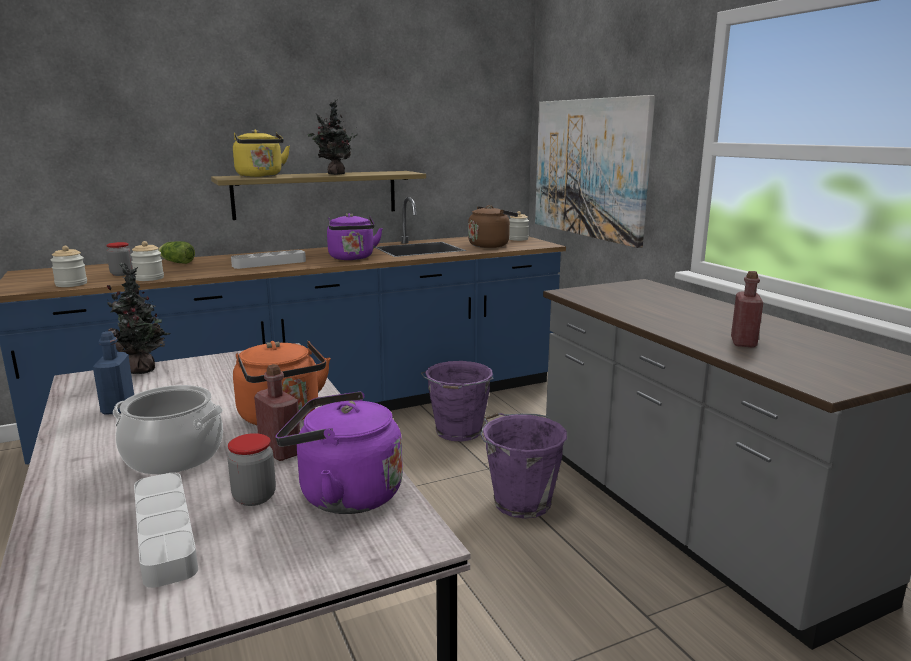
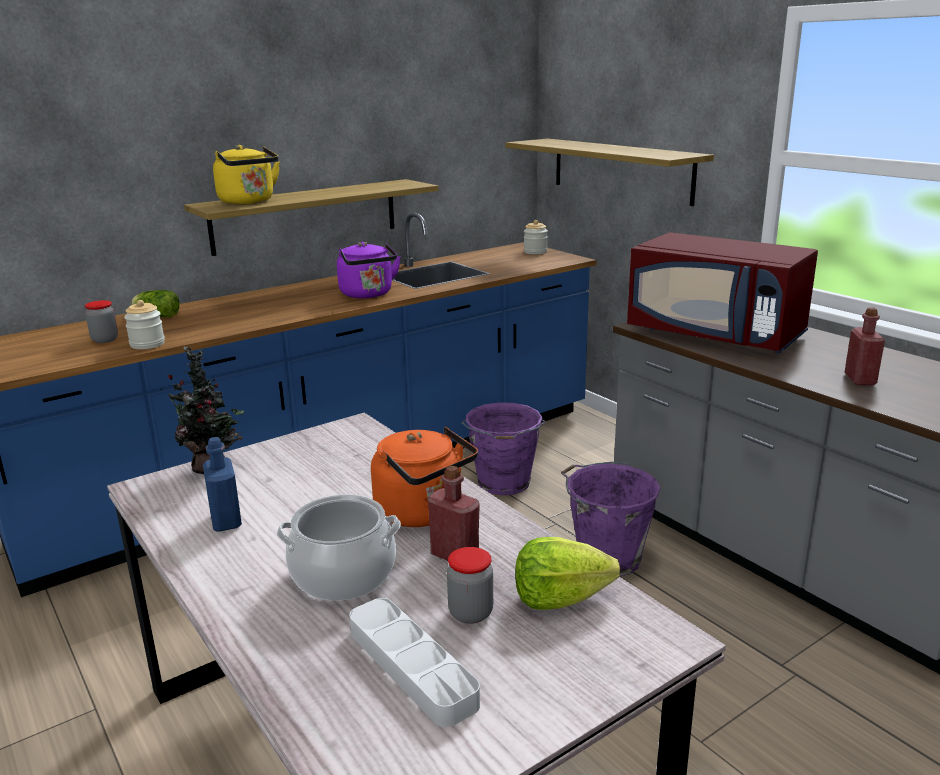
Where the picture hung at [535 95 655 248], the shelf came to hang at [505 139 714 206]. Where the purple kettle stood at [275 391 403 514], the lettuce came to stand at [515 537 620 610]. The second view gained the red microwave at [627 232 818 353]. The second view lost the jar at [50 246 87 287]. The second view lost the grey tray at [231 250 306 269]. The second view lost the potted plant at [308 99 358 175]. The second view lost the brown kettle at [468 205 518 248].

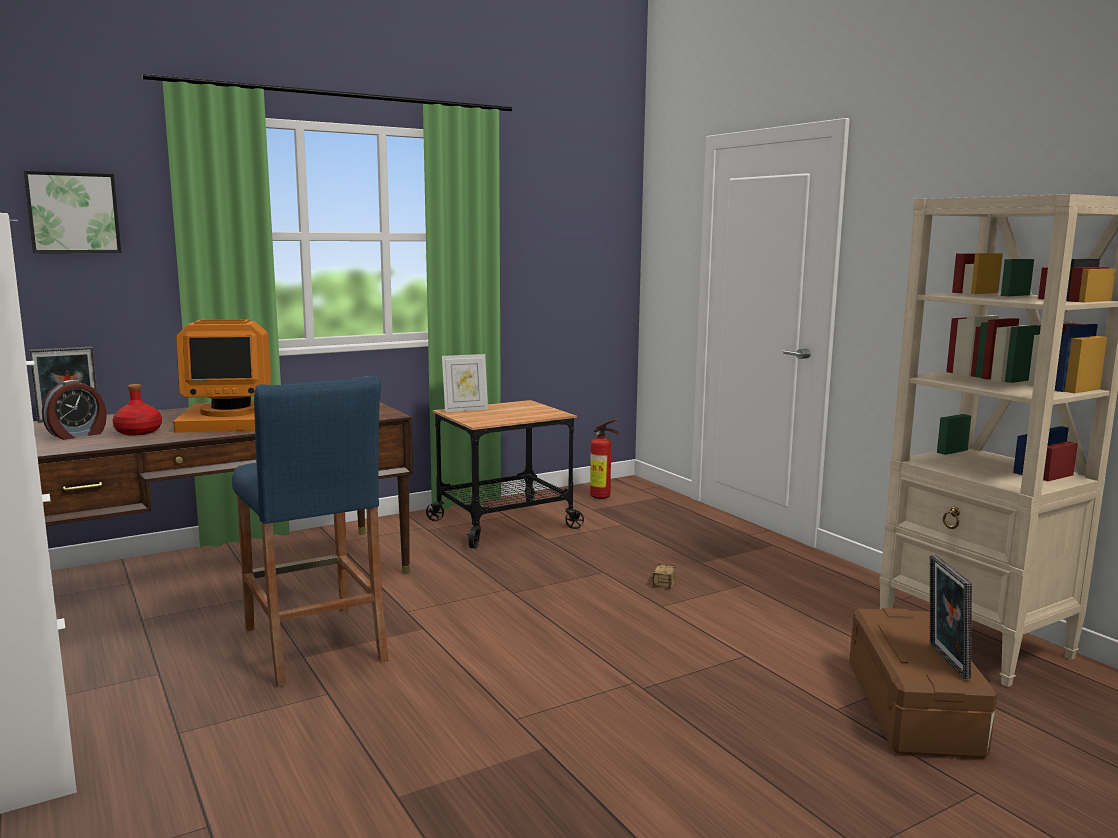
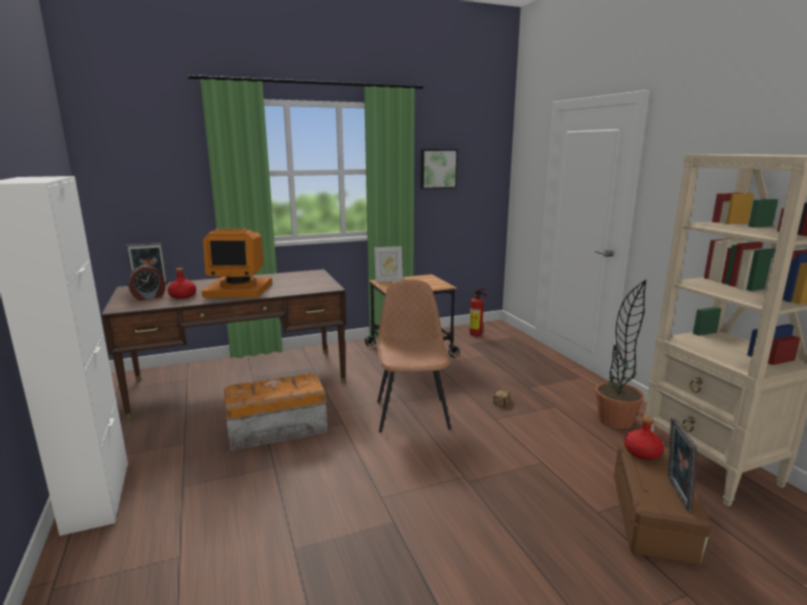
Where the blue stool stood at [232 376 388 687], the storage box came to stand at [224 373 328 451]. The second view gained the brown chair at [377 280 451 433]. The picture ended up elsewhere, having gone from [24 171 121 253] to [421 149 458 189]. The second view gained the potted plant at [596 280 646 429]. The second view gained the red bottle at [624 417 664 460].

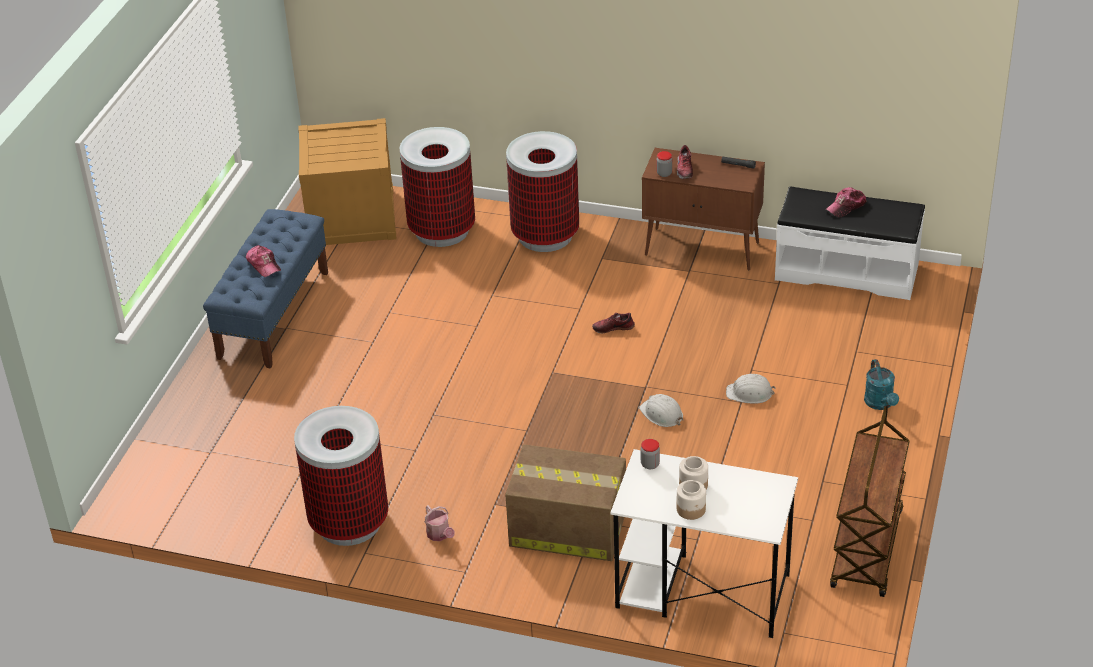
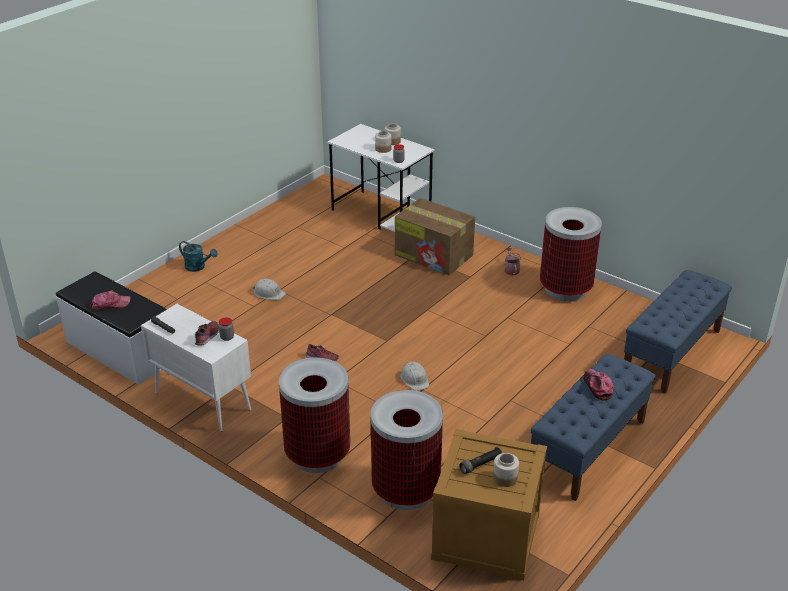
What was the brown cabinet at [642 148 765 271] turned into the white cabinet at [141 304 251 432]. The turquoise watering can at [864 359 899 410] ended up facing another way, 105 degrees clockwise from before. The white hard hat ended up elsewhere, having gone from [639 394 683 427] to [400 362 429 391]. The second view gained the black flashlight at [459 447 502 474]. The second view gained the jar at [493 453 519 487]. The second view gained the blue bench at [624 270 732 394]. The second view lost the brown cart at [830 406 910 597].

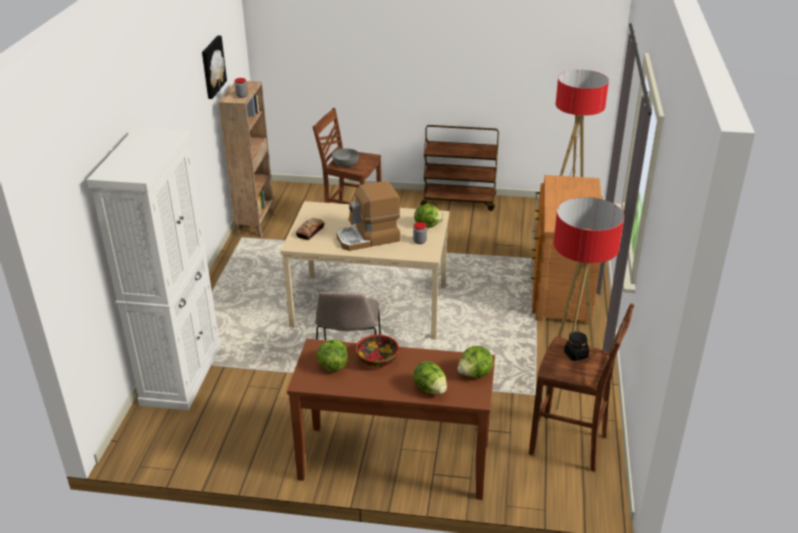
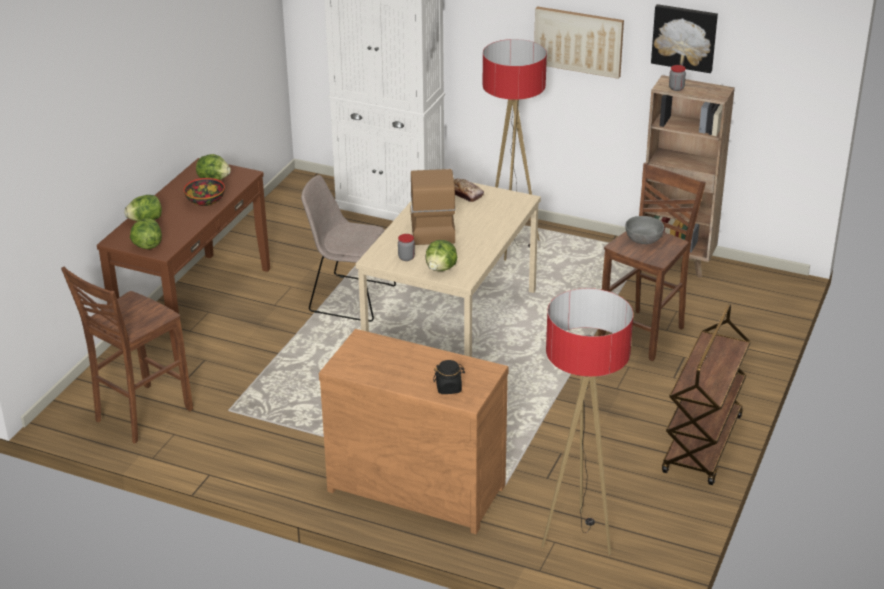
The black jar ended up elsewhere, having gone from [564 331 589 361] to [433 360 465 394]. The floor lamp ended up elsewhere, having gone from [553 197 624 410] to [483 39 547 261]. The second view gained the picture at [534 6 624 79].

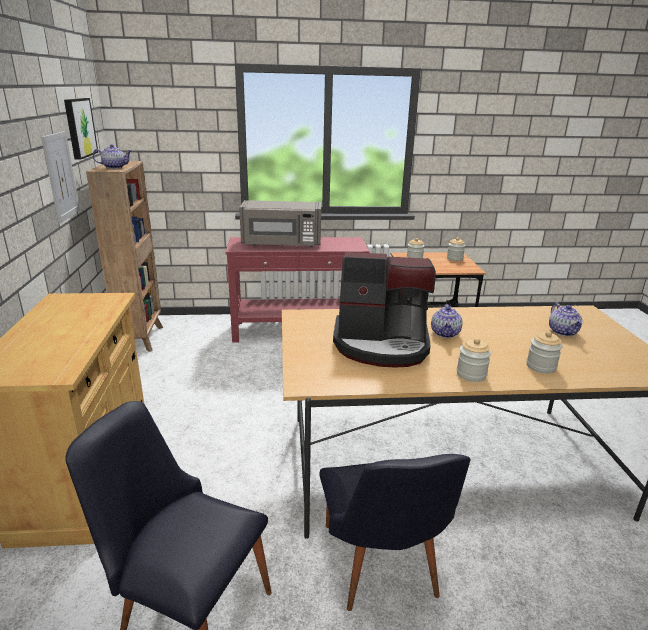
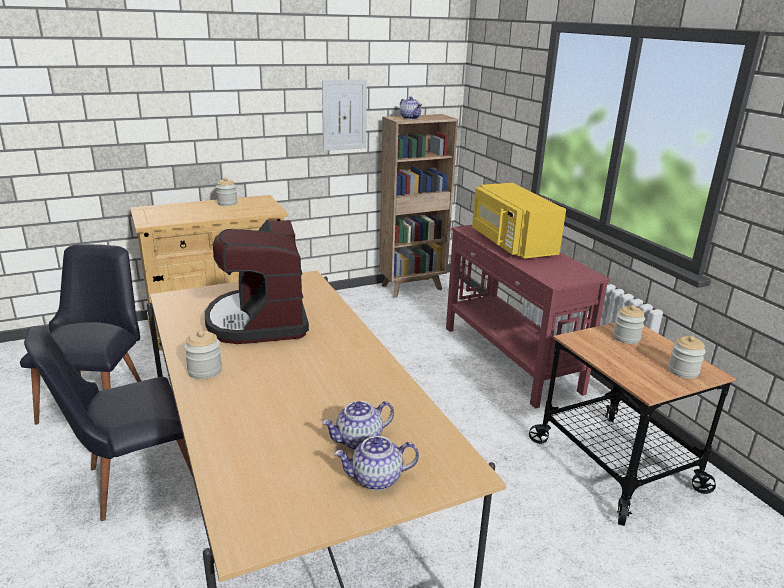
The jar ended up elsewhere, having gone from [527 331 562 374] to [216 177 237 206]. The teapot ended up elsewhere, having gone from [431 304 463 338] to [334 436 419 491]. What was the grey microwave at [239 200 321 247] turned into the yellow microwave at [472 183 566 258]. The second view lost the picture at [64 98 98 160].

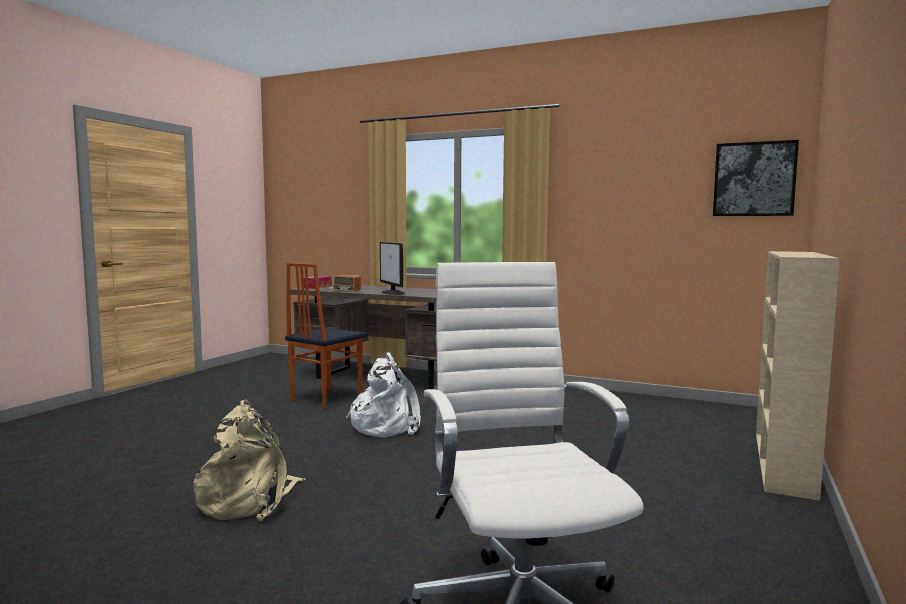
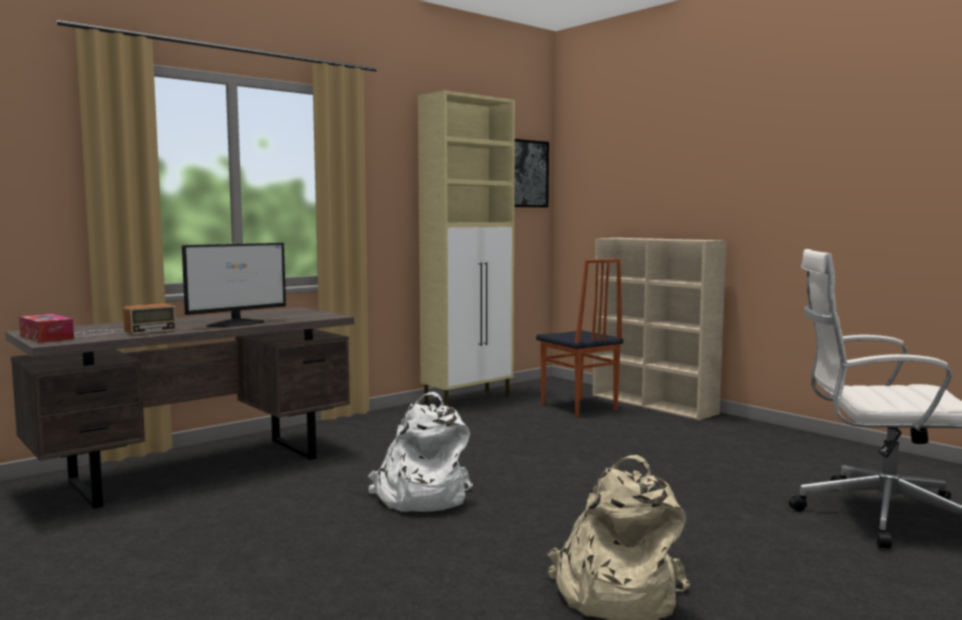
The monitor at [380 242 405 295] ended up facing another way, 45 degrees counterclockwise from before. The second view gained the beige cabinet at [418 90 515 406]. The chair ended up elsewhere, having gone from [285 263 367 409] to [536 259 623 417].

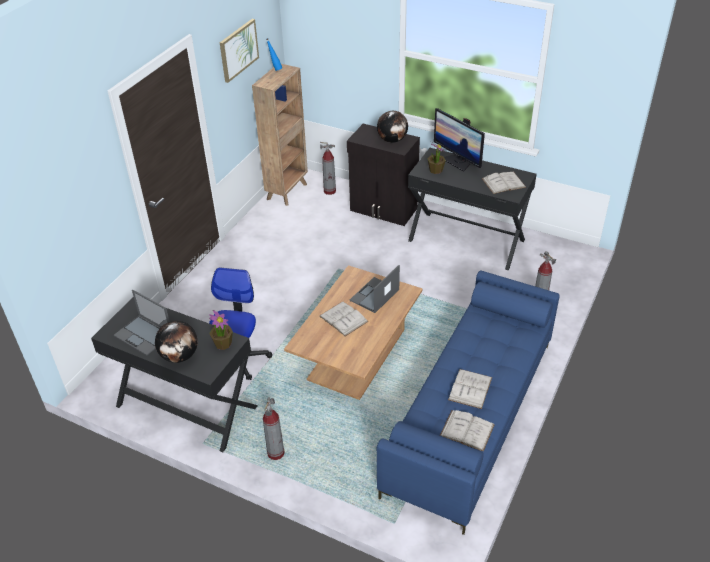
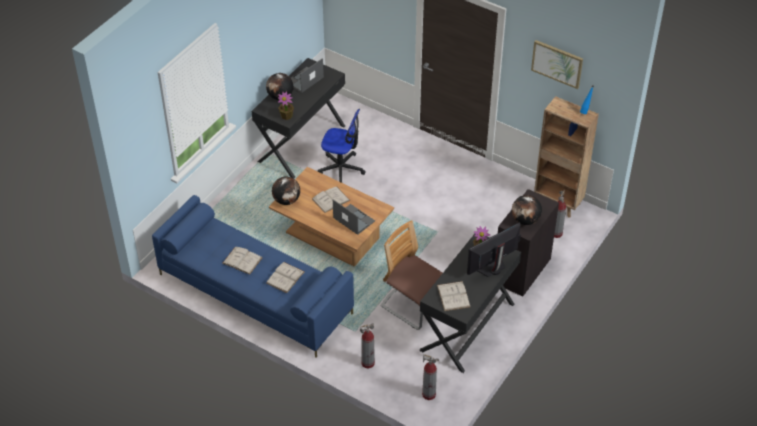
The white book ended up elsewhere, having gone from [440 410 494 452] to [266 262 305 293]. The second view gained the globe at [272 176 300 205]. The second view gained the chair at [380 220 442 330]. The fire extinguisher ended up elsewhere, having gone from [263 397 285 460] to [422 354 439 400].

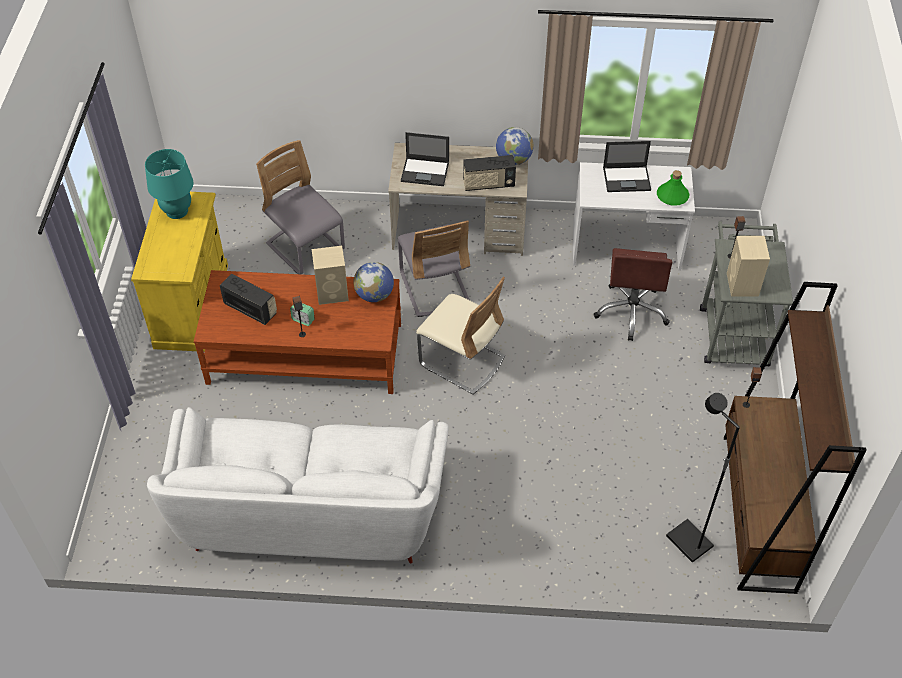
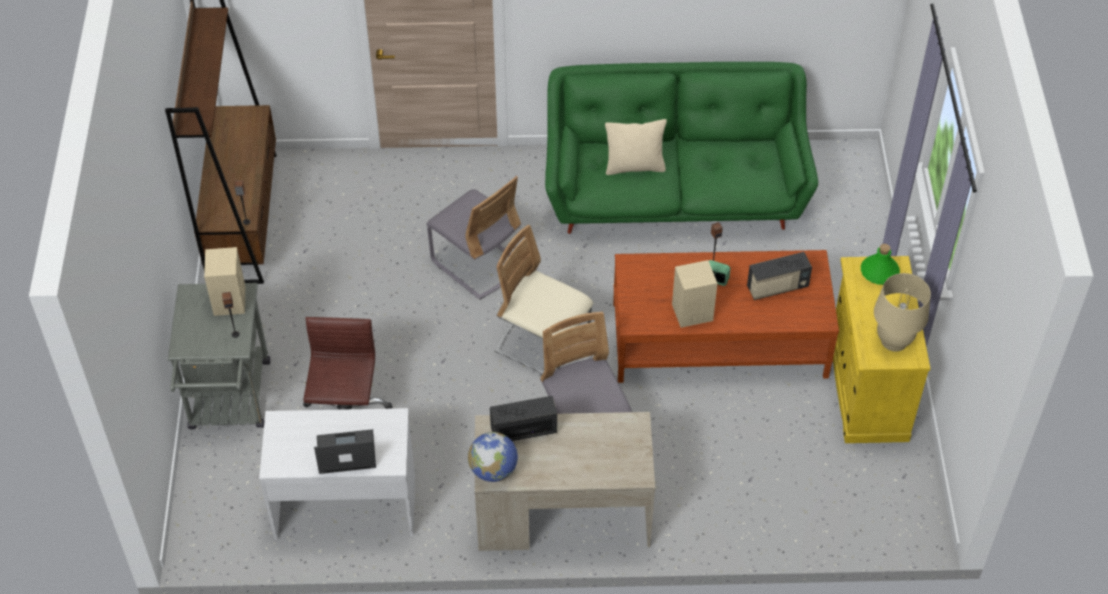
The grey chair ended up elsewhere, having gone from [256 140 345 274] to [427 176 521 300]. What was the white sofa at [147 407 449 563] turned into the green sofa at [545 62 818 234]. The second view gained the beige pillow at [605 119 667 175]. The radio at [220 273 277 325] ended up facing another way, 45 degrees counterclockwise from before. The green bottle ended up elsewhere, having gone from [657 170 689 206] to [861 244 900 285]. What was the turquoise table lamp at [145 149 193 219] turned into the beige table lamp at [874 273 931 352]. The second view lost the globe at [353 262 394 302]. The second view lost the laptop at [401 132 449 186]. The second view lost the black floor lamp at [666 393 740 563].

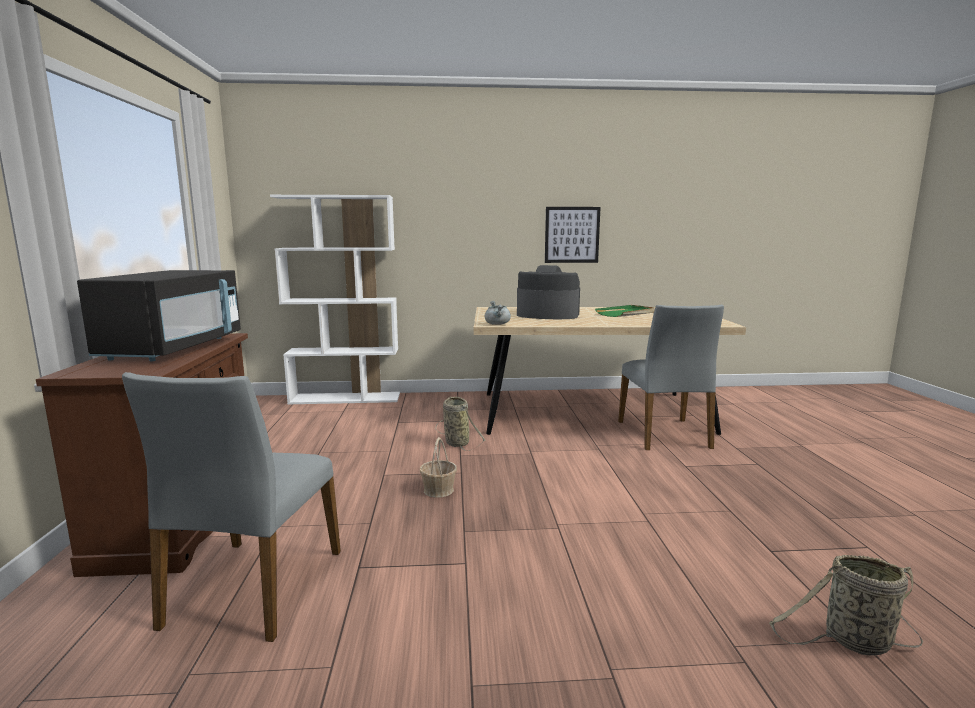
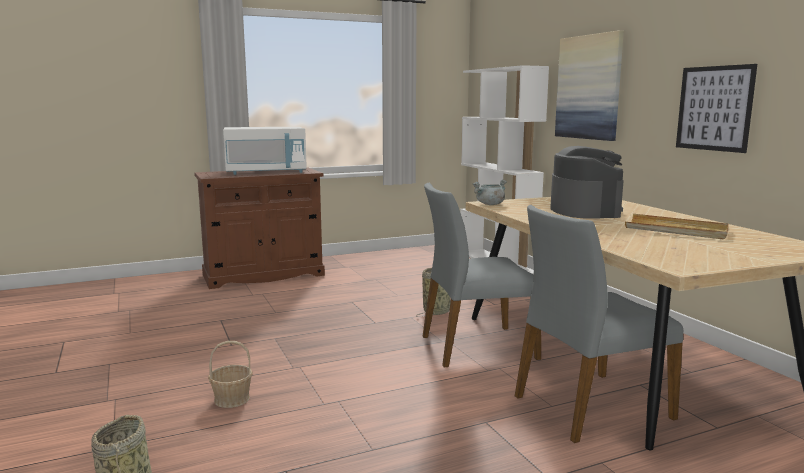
The basket ended up elsewhere, having gone from [420 437 457 498] to [208 341 253 408]. What was the black microwave at [77 270 241 361] turned into the white microwave at [223 127 307 175]. The grey chair ended up elsewhere, having gone from [122 372 341 642] to [422 183 541 367]. The second view gained the picture at [555 30 624 141]. What was the green tray at [595 305 655 317] turned into the beige tray at [625 214 729 239].

